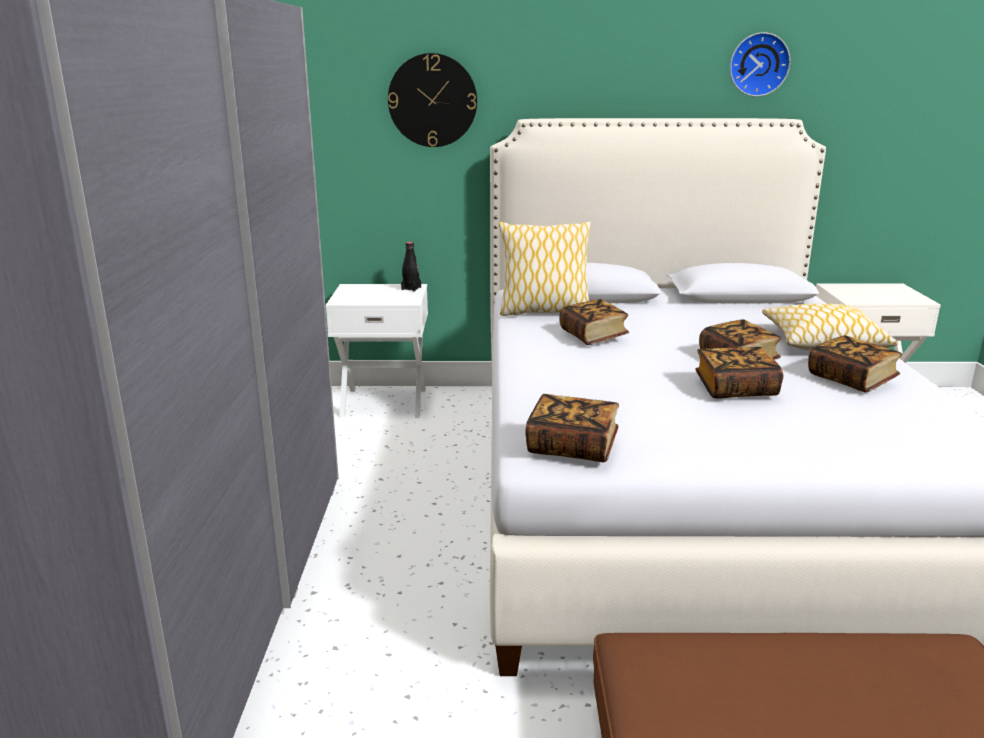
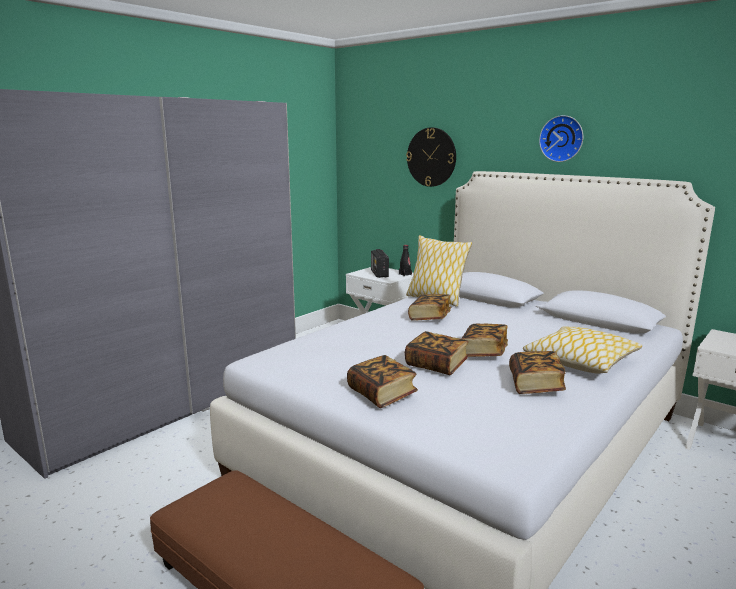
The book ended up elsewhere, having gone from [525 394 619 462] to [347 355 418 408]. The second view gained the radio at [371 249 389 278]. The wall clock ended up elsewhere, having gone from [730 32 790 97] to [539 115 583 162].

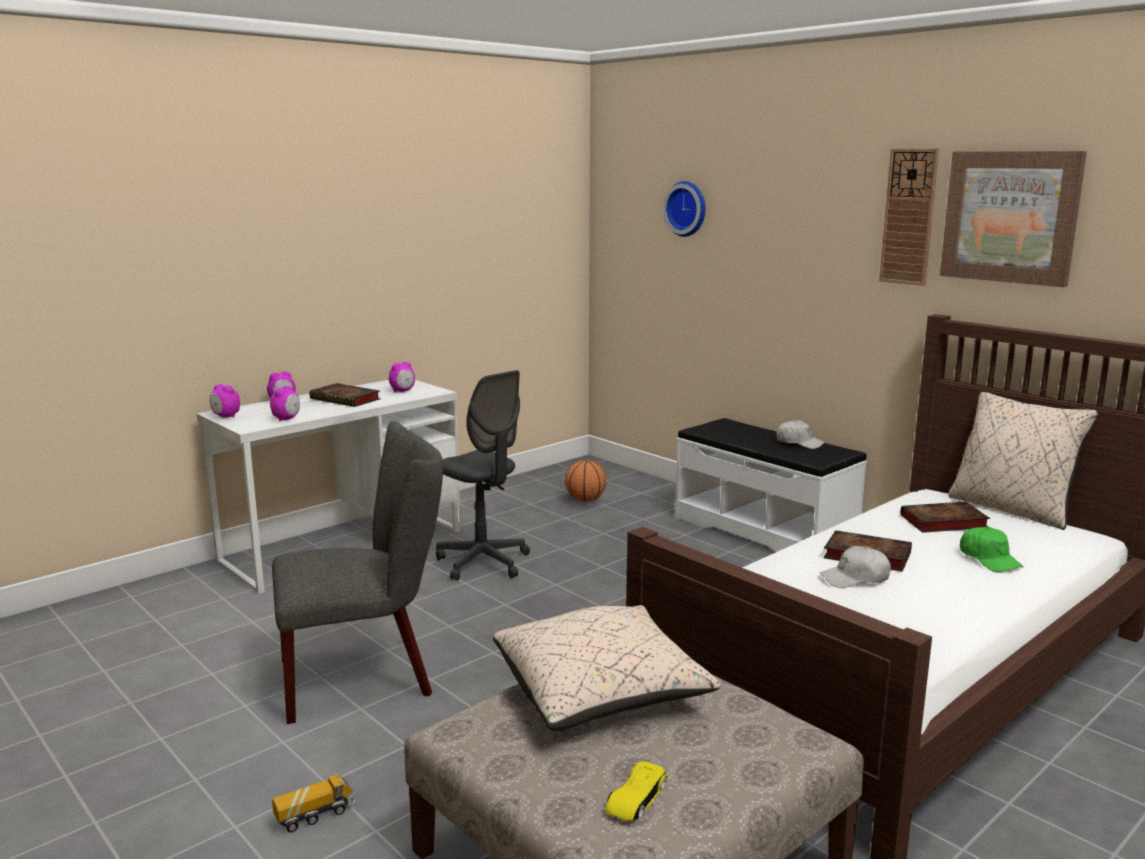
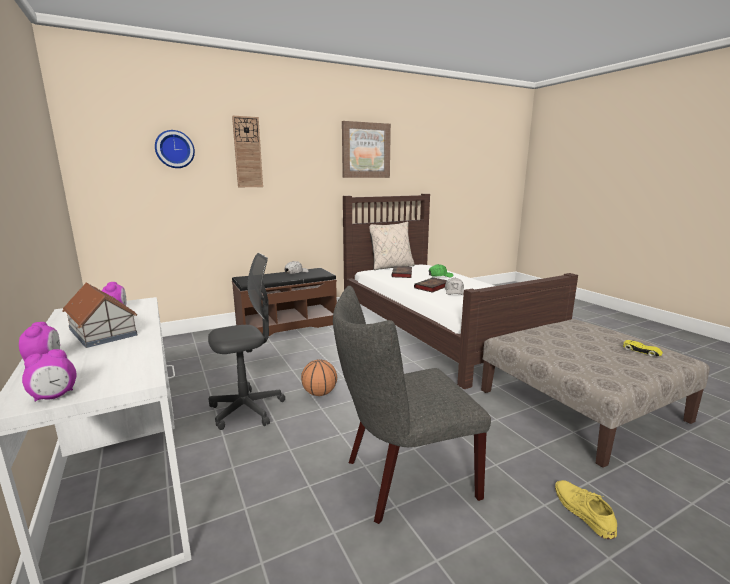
Where the book stood at [309 383 381 407], the toy house came to stand at [63 283 138 348]. The wall clock ended up elsewhere, having gone from [879 148 939 286] to [232 116 263 187]. What was the white bench at [675 418 867 552] turned into the brown bench at [232 268 337 336]. The basketball ended up elsewhere, having gone from [565 460 607 502] to [301 359 337 396]. The grey chair at [272 421 443 724] ended up facing another way, 105 degrees counterclockwise from before. Where the toy truck stood at [272 774 355 832], the yellow shoe came to stand at [555 480 617 539]. The second view lost the alarm clock at [270 386 300 421]. The second view lost the beige pillow at [493 605 721 731].

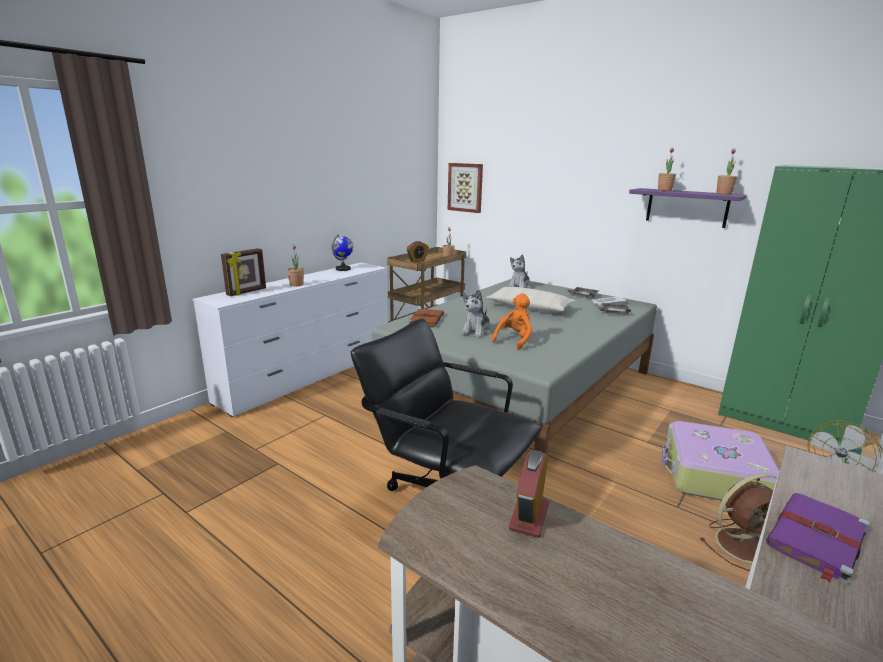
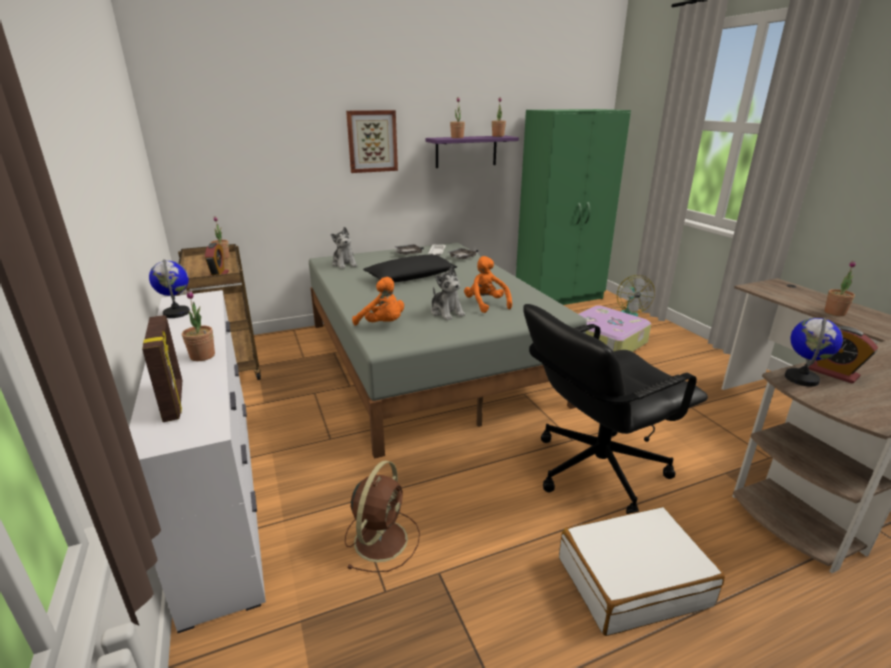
The brown fan ended up elsewhere, having gone from [700 473 777 571] to [345 461 420 572]. The picture ended up elsewhere, having gone from [448 163 483 213] to [346 110 398 173]. Where the brown book stood at [408 308 444 328], the orange plush toy came to stand at [352 277 404 325]. What was the beige pillow at [486 287 575 313] turned into the black pillow at [363 255 457 282]. The second view gained the white suitcase at [559 506 725 636]. The second view gained the globe at [785 318 843 387]. Where the purple book stood at [766 493 870 585], the potted plant came to stand at [824 261 856 316].

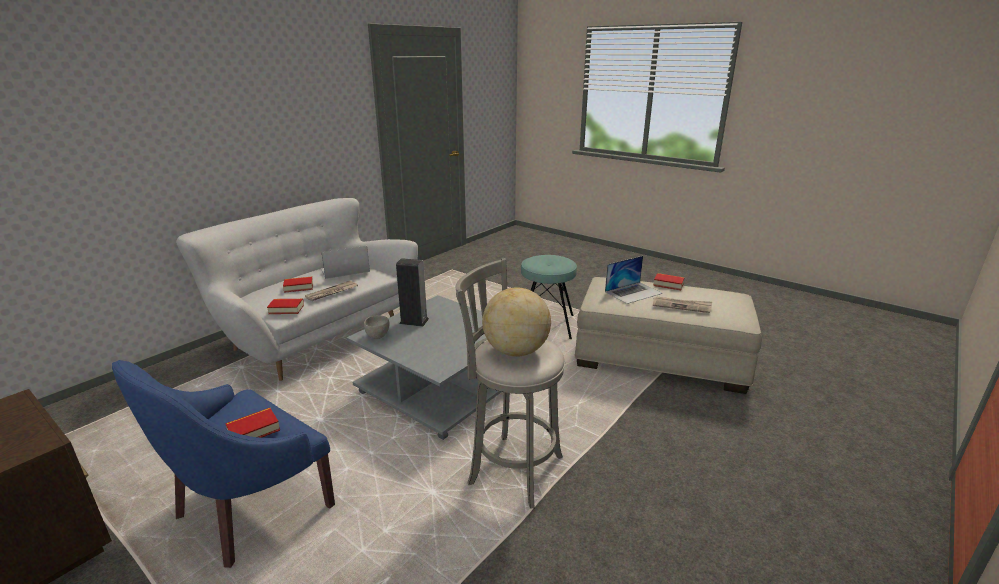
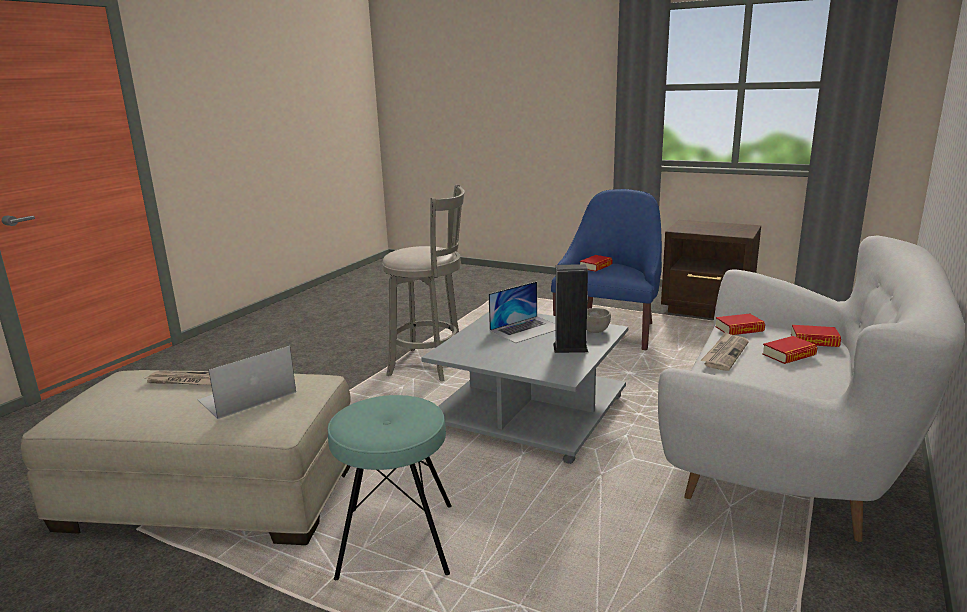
The laptop ended up elsewhere, having gone from [321 246 370 279] to [489 281 555 343]. The book ended up elsewhere, having gone from [653 273 684 290] to [791 325 841 347]. The second view lost the globe at [482 288 551 357].

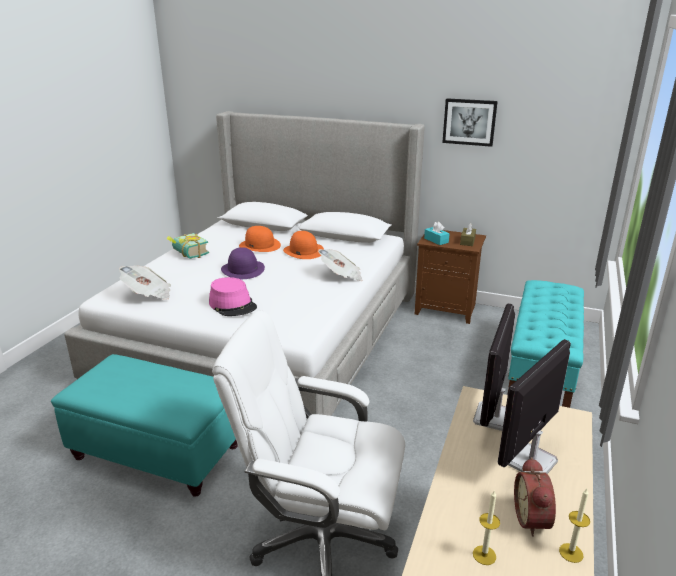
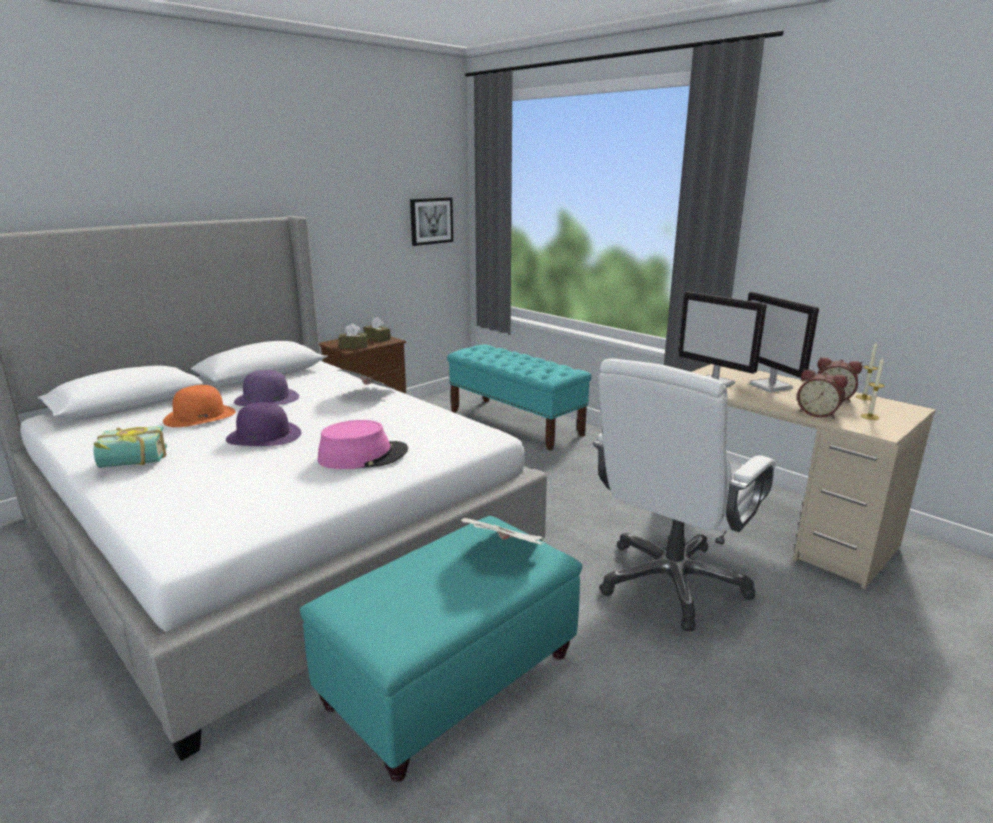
What was the orange hat at [283 231 324 259] turned into the purple hat at [234 370 299 406]. What was the turquoise tissue box at [424 222 450 245] turned into the brown tissue box at [339 324 368 349]. The picture ended up elsewhere, having gone from [442 98 498 147] to [410 197 453 246]. The newspaper ended up elsewhere, having gone from [119 265 171 300] to [461 518 544 545]. The second view gained the alarm clock at [797 369 848 419].

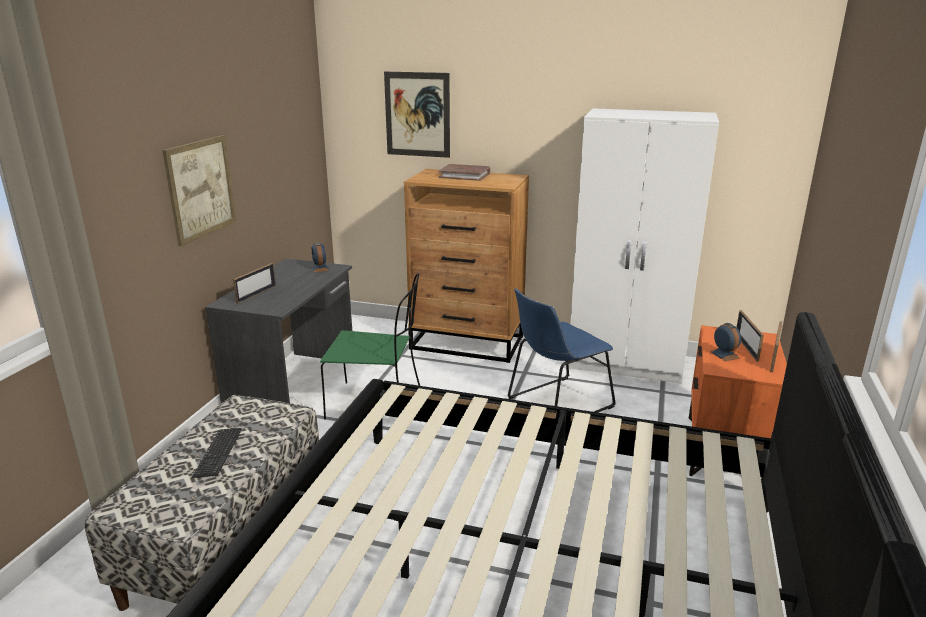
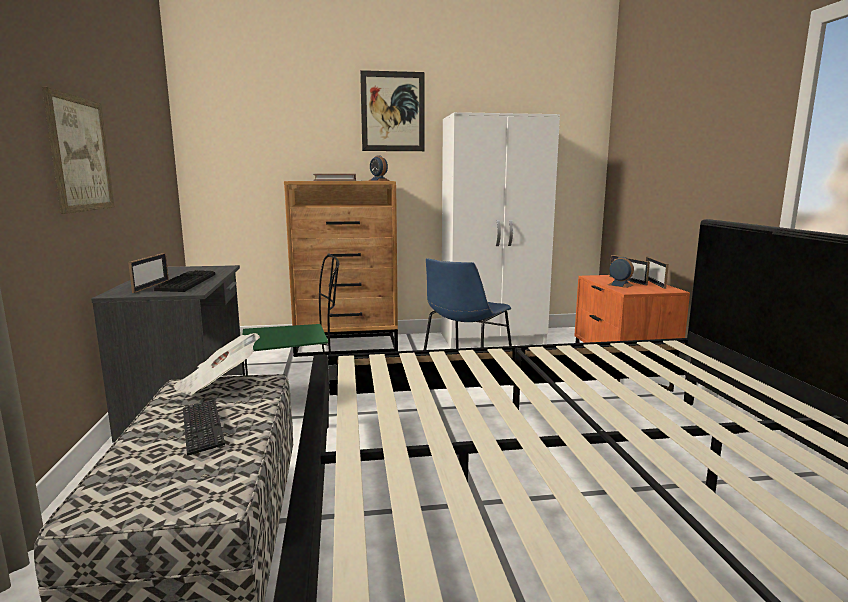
The second view gained the keyboard at [154 270 215 292]. The second view gained the newspaper at [174 333 260 396]. The picture ended up elsewhere, having gone from [384 72 450 158] to [360 70 424 151]. The alarm clock ended up elsewhere, having gone from [311 242 329 272] to [368 155 390 181].

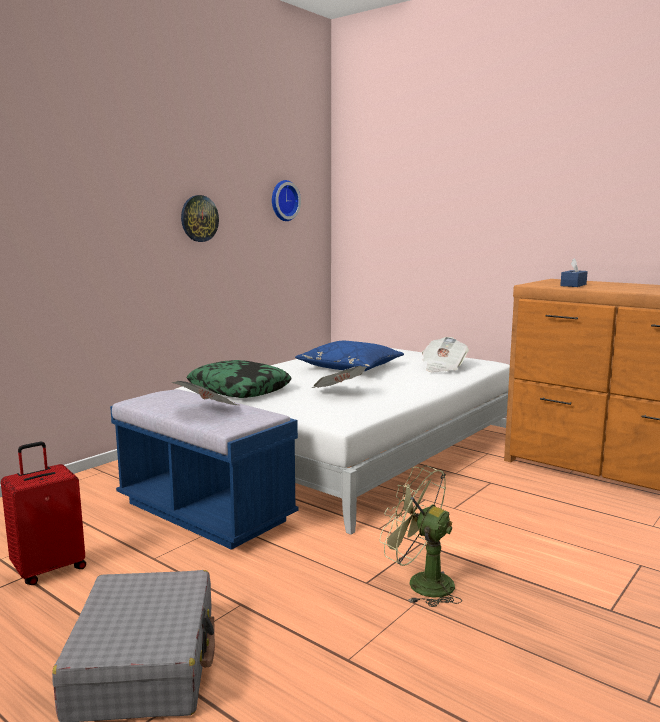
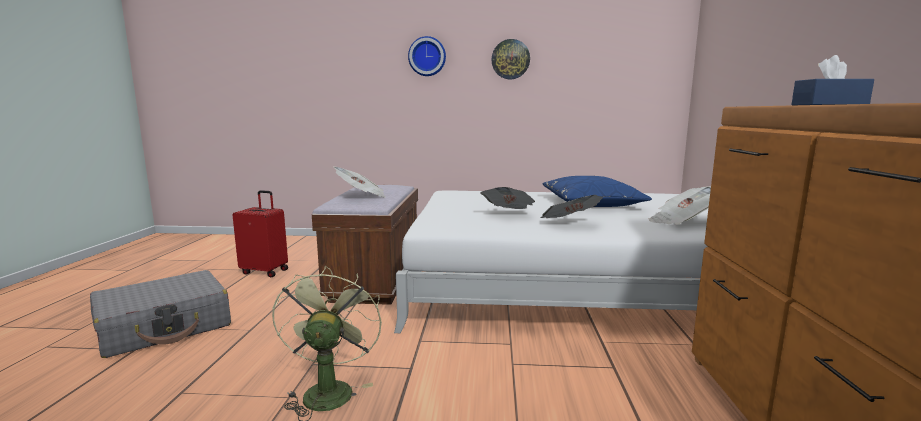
What was the blue bench at [110 389 299 550] turned into the brown bench at [312 185 418 305]. The wall clock ended up elsewhere, having gone from [272 180 301 221] to [408 36 446 76]. The second view gained the newspaper at [540 195 603 218]. The second view lost the pillow at [187 360 292 398].

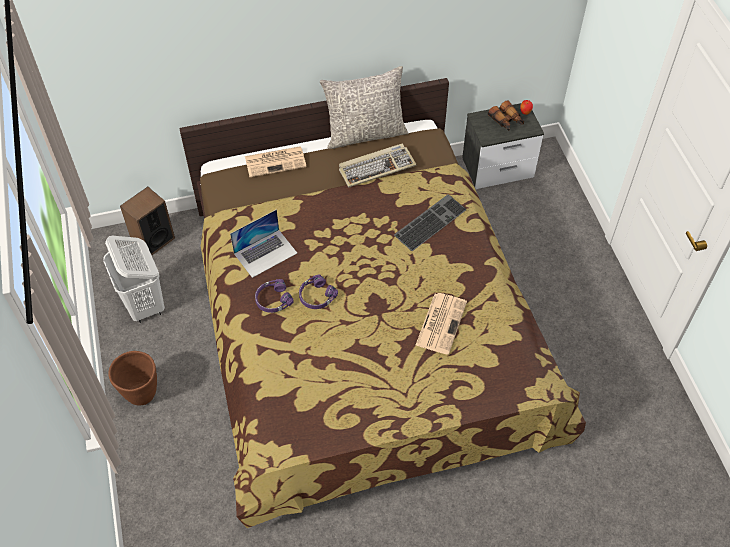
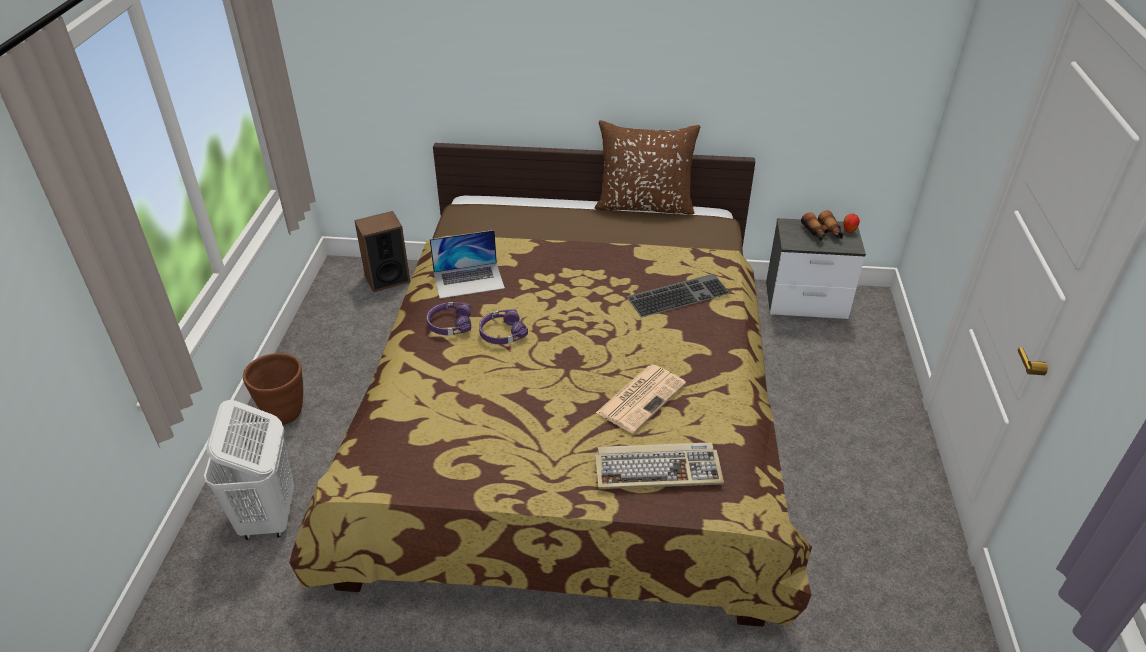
The white laundry basket ended up elsewhere, having gone from [103 236 165 323] to [204 400 294 540]. What was the grey pillow at [320 66 408 149] turned into the brown pillow at [594 120 700 215]. The keyboard ended up elsewhere, having gone from [339 144 417 188] to [595 442 724 489]. The second view lost the newspaper at [245 146 307 177].

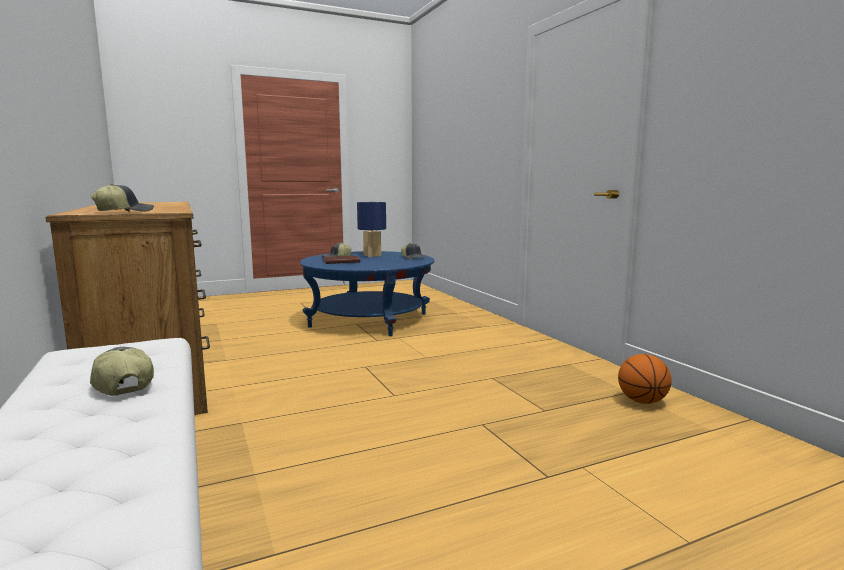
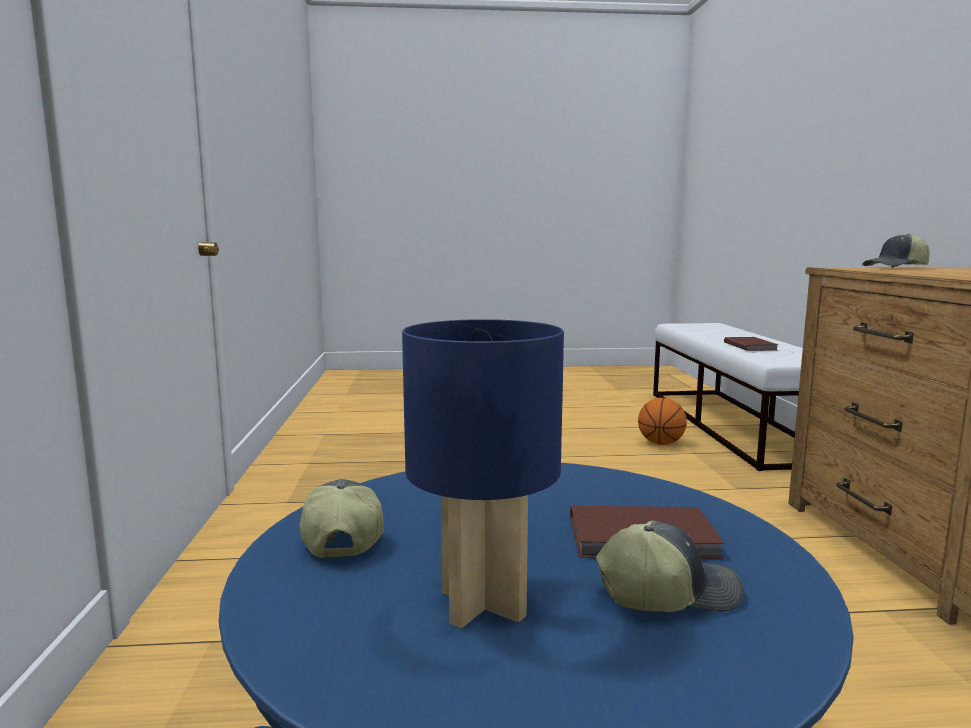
The basketball ended up elsewhere, having gone from [618 354 672 404] to [638 398 687 445]. Where the cap stood at [90 347 154 396], the brown book came to stand at [724 337 779 351].

